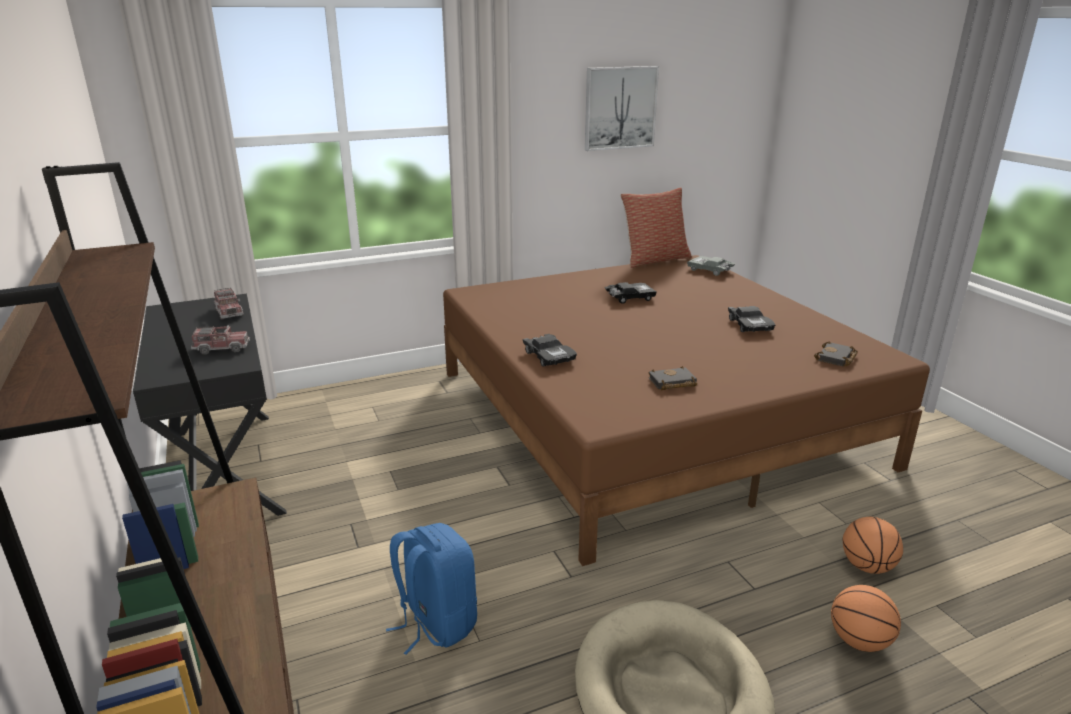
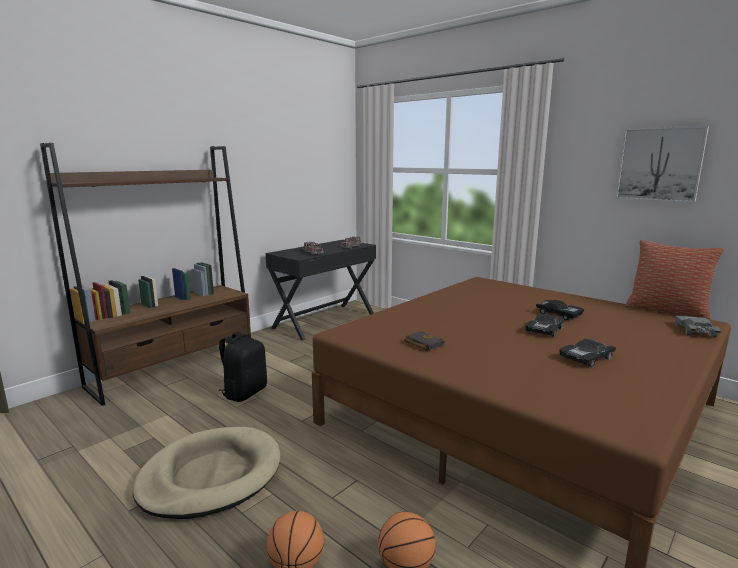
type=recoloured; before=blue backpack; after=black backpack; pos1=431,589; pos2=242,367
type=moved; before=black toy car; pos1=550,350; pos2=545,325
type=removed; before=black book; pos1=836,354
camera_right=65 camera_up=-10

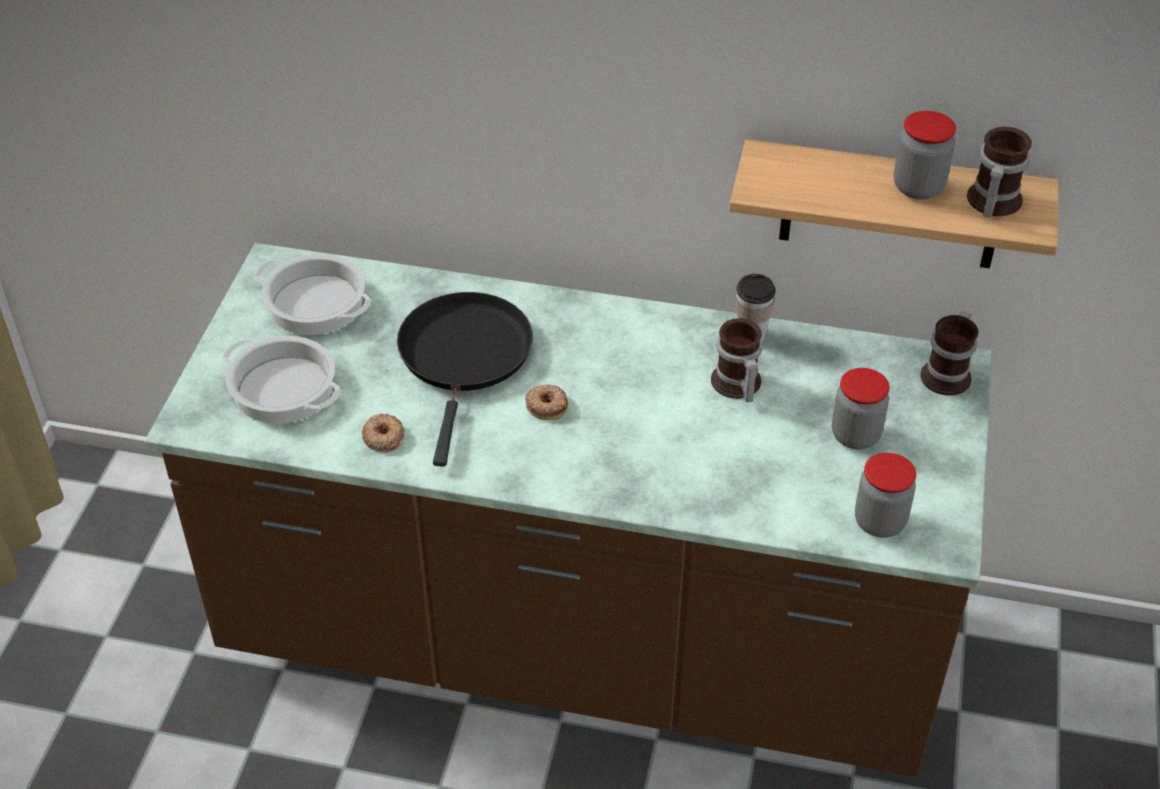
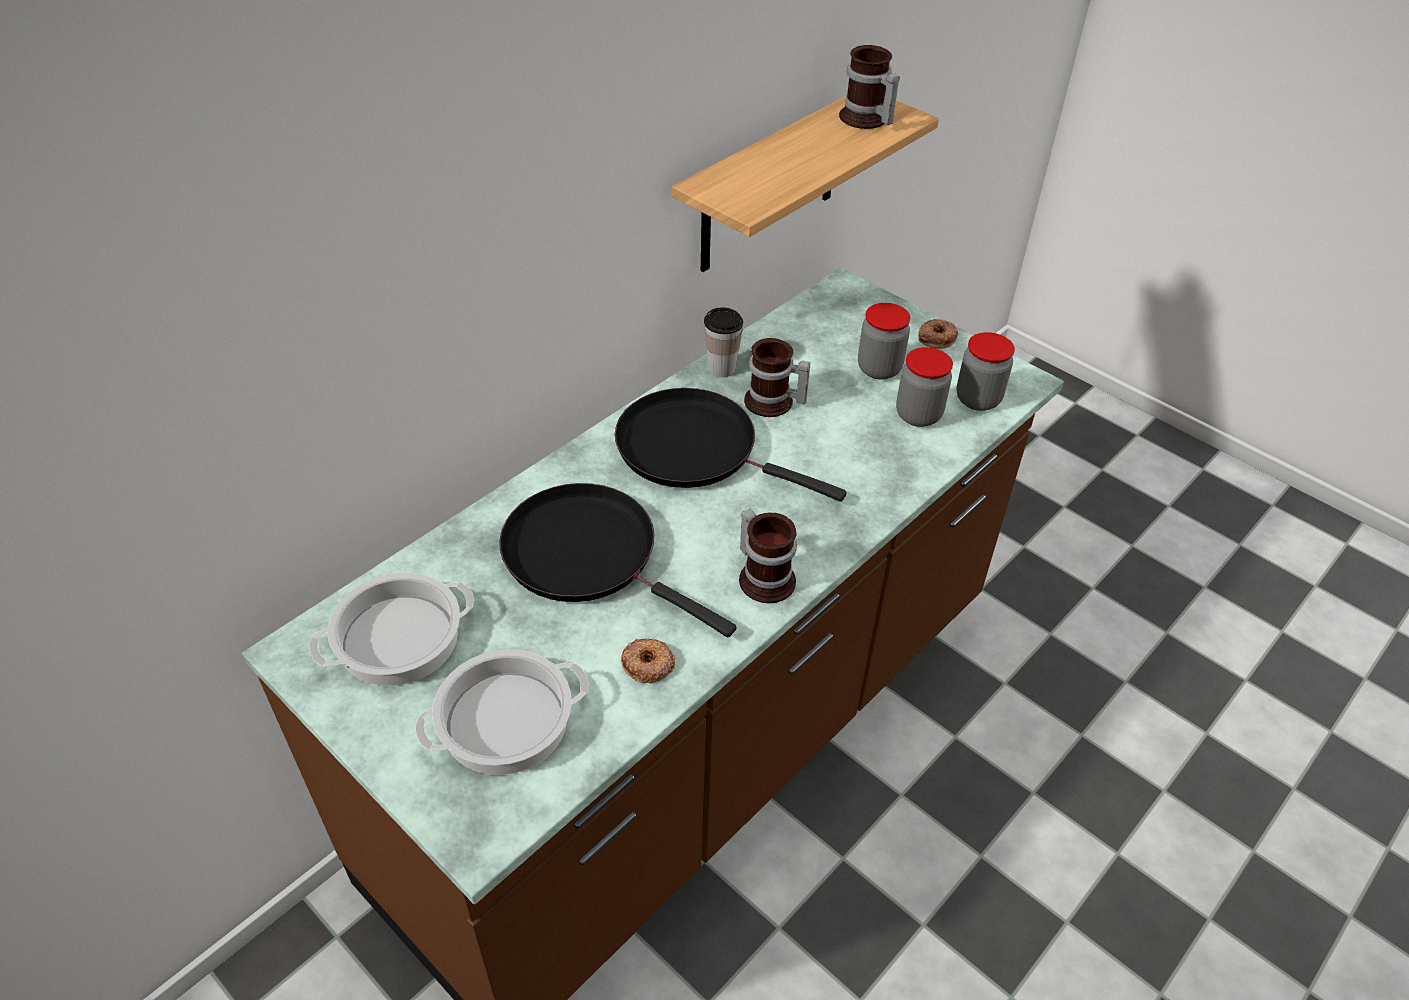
type=moved; before=donut; pos1=547,402; pos2=938,334
type=moved; before=jar; pos1=925,155; pos2=924,387
type=moved; before=mug; pos1=949,353; pos2=768,556
type=added; after=black frying pan; pos2=731,445
camera_right=-60 camera_up=0

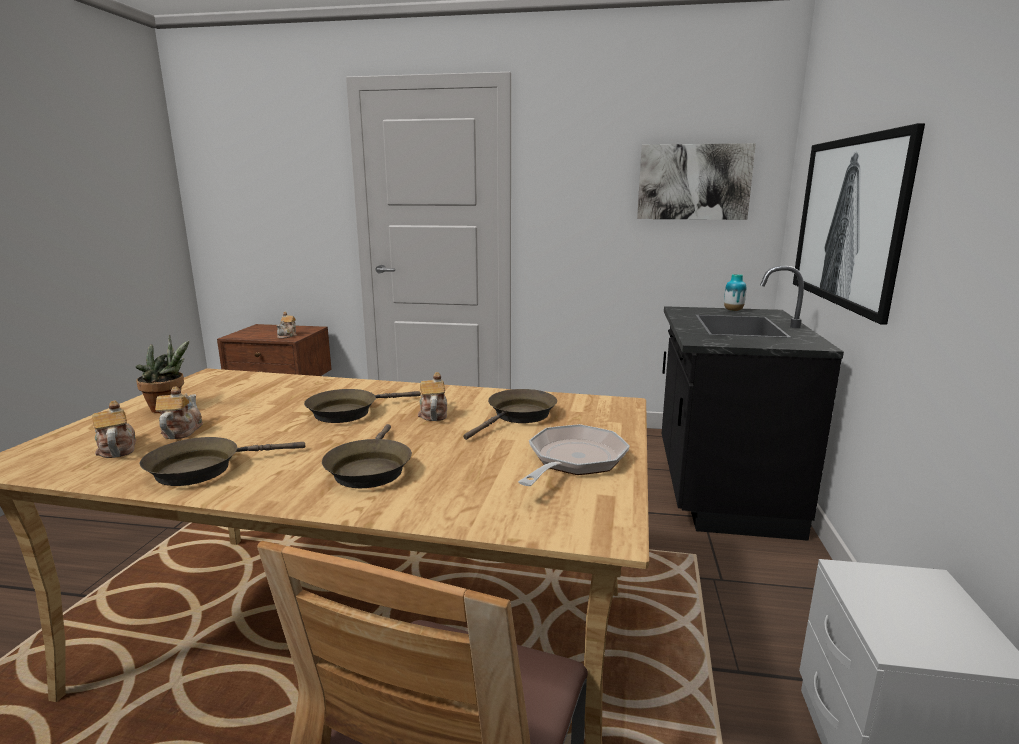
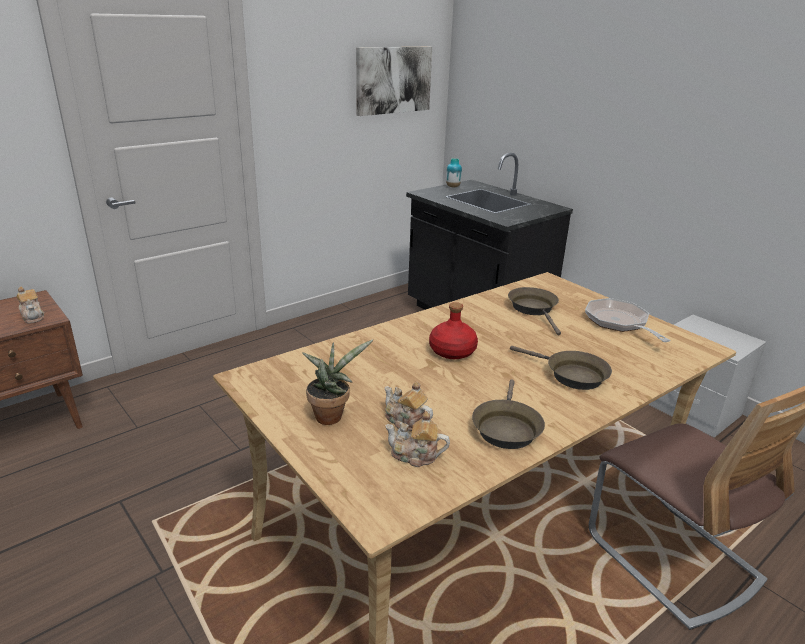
type=replaced; before=brown frying pan; after=red bottle; pos1=362,406; pos2=453,330
type=removed; before=teapot; pos1=432,396
type=removed; before=picture; pos1=859,224
camera_right=-50 camera_up=10

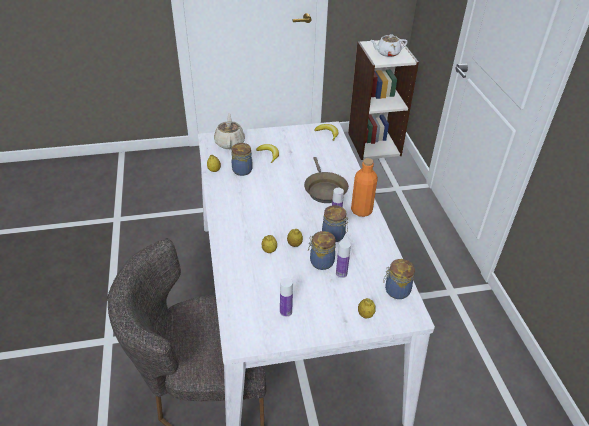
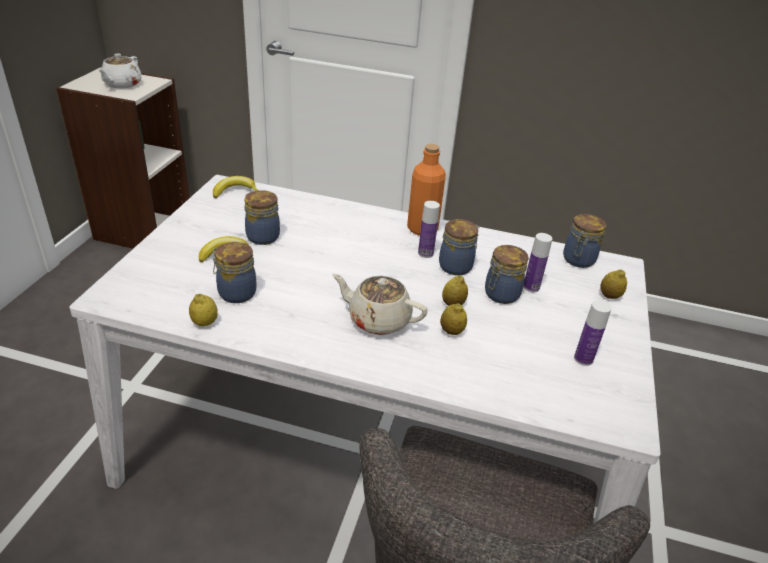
type=moved; before=beige teapot; pos1=229,131; pos2=380,304
type=removed; before=brown frying pan; pos1=326,180
type=added; after=jar; pos2=262,217
camera_right=-65 camera_up=-5

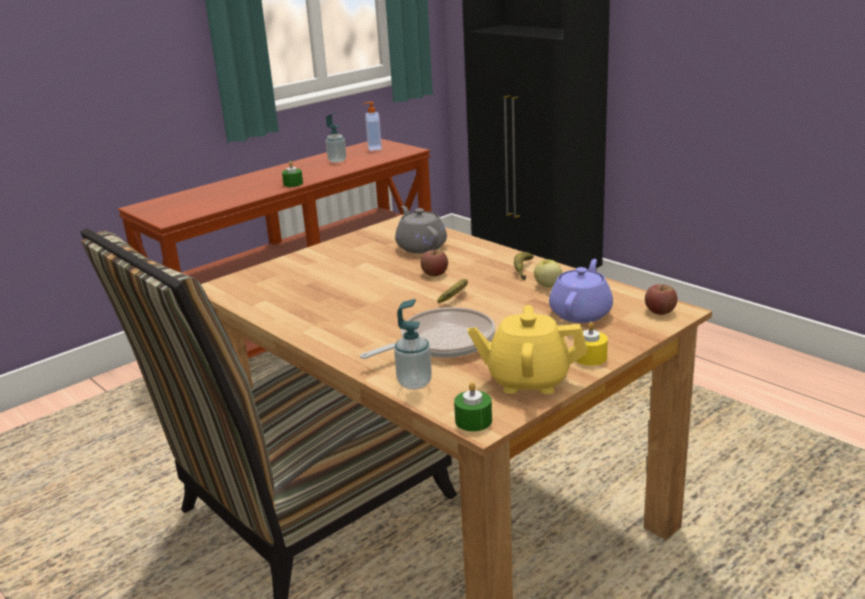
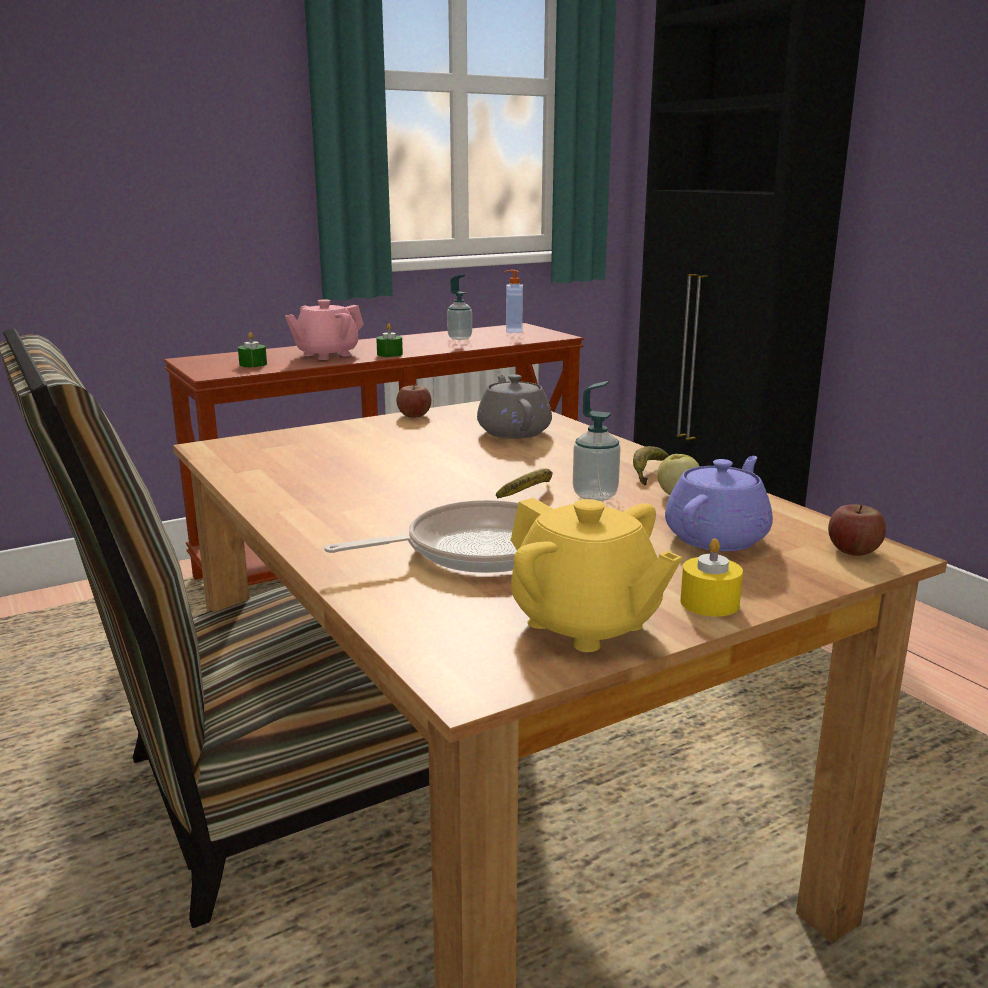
type=moved; before=soap dispenser; pos1=413,344; pos2=597,441
type=moved; before=apple; pos1=434,263; pos2=413,400
type=moved; before=green candle; pos1=473,406; pos2=252,349
type=turned; before=yellow teapot; pos1=527,349; pos2=596,575; turn=-150
type=added; after=pink teapot; pos2=324,329
camera_right=10 camera_up=-5

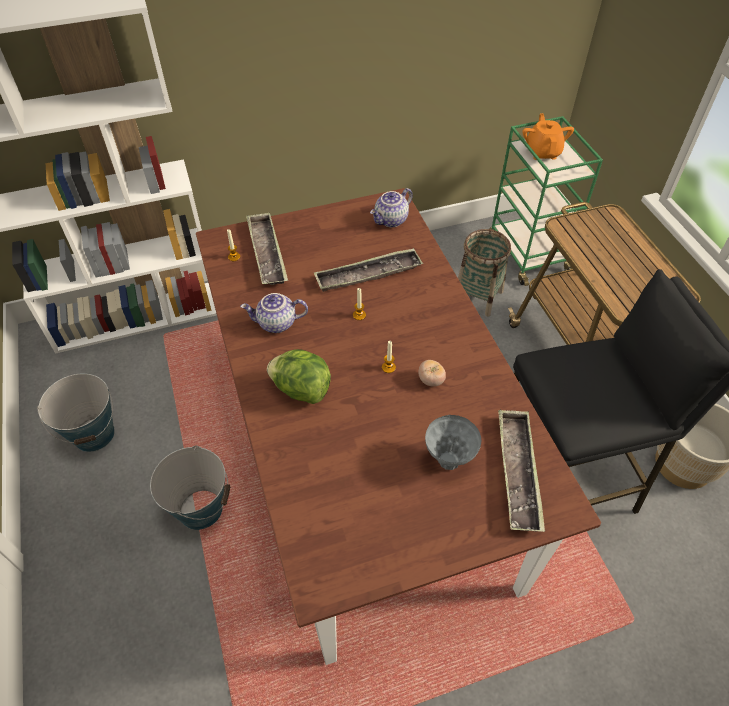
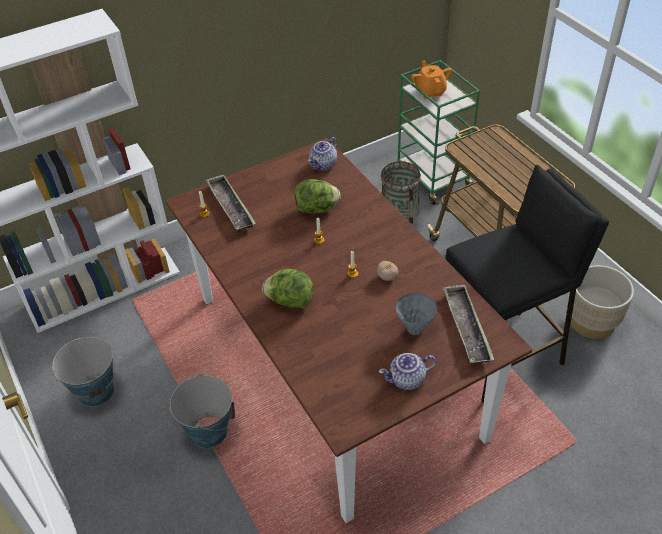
type=moved; before=teapot; pos1=274,313; pos2=407,371
type=replaced; before=tray; after=lettuce; pos1=368,270; pos2=317,196
camera_right=-10 camera_up=-5

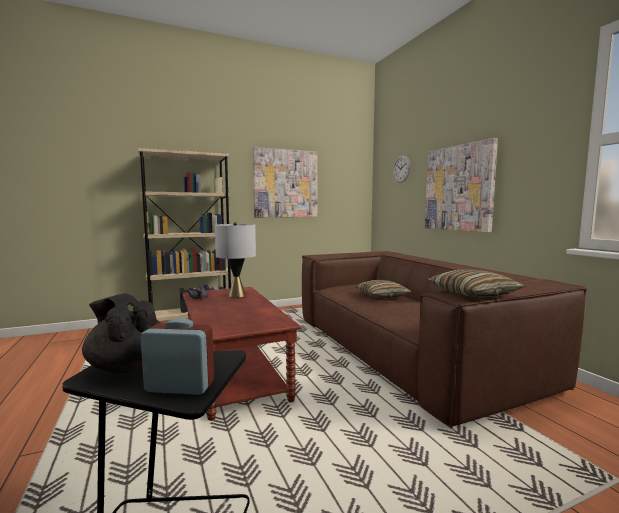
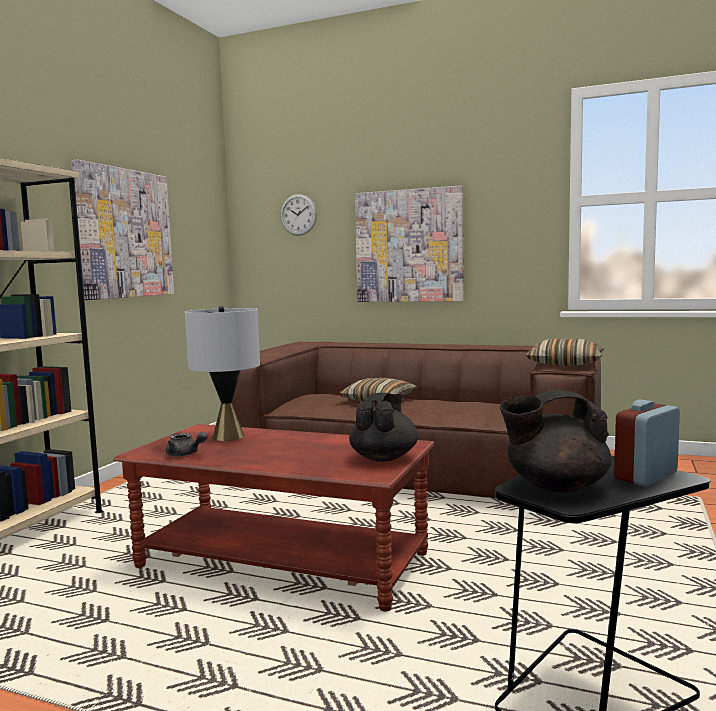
type=added; after=black teapot; pos2=383,427
camera_right=-45 camera_up=0

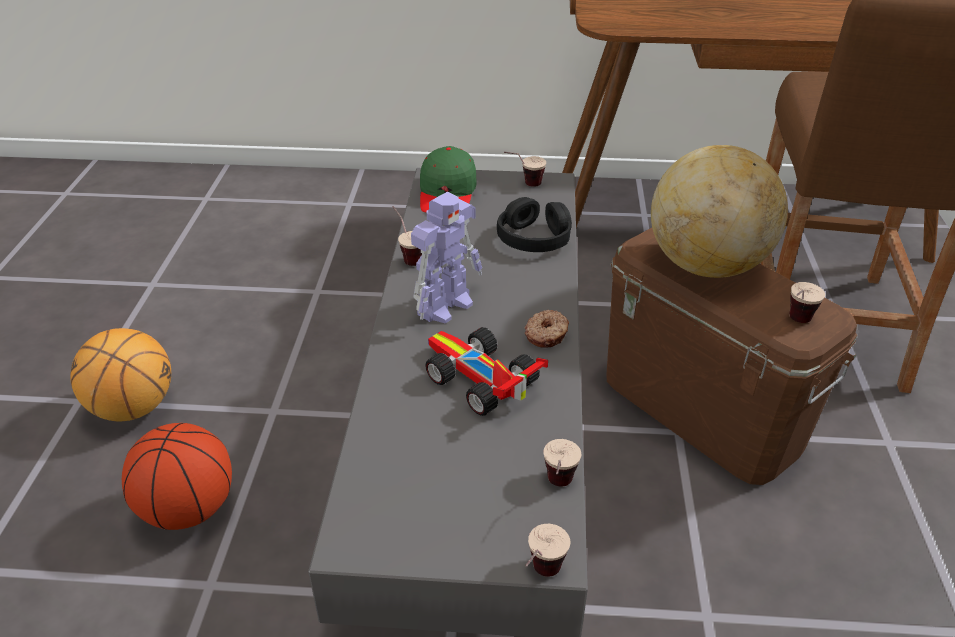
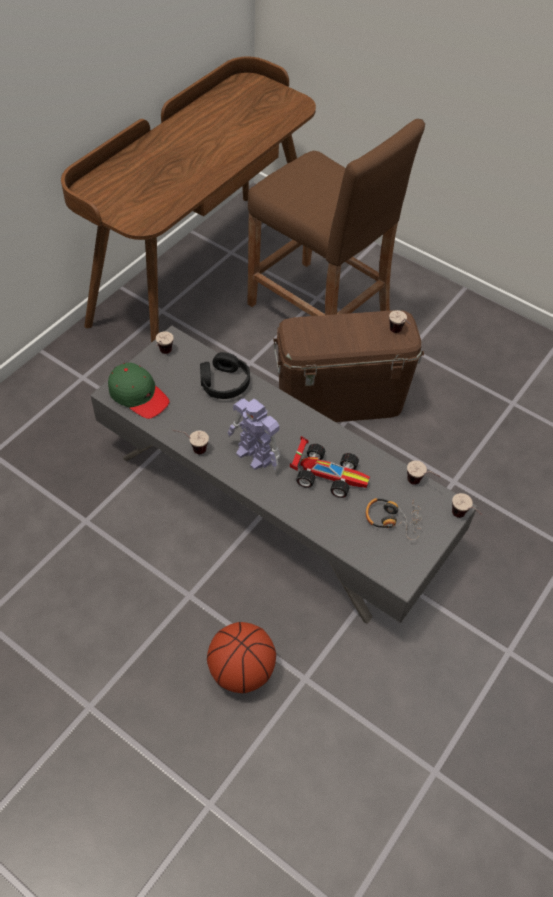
type=removed; before=basketball; pos1=120,375
type=turned; before=toy robot; pos1=446,258; pos2=254,434; turn=150
type=turned; before=toy car; pos1=487,371; pos2=330,467; turn=-150
type=removed; before=donut; pos1=547,329
type=removed; before=globe; pos1=719,211
type=added; after=headphones; pos2=394,519
camera_right=-60 camera_up=15

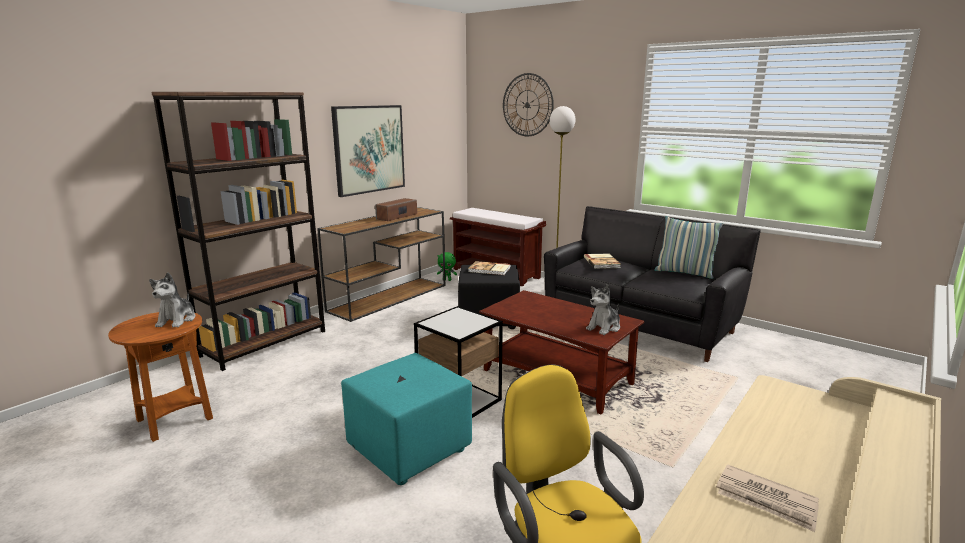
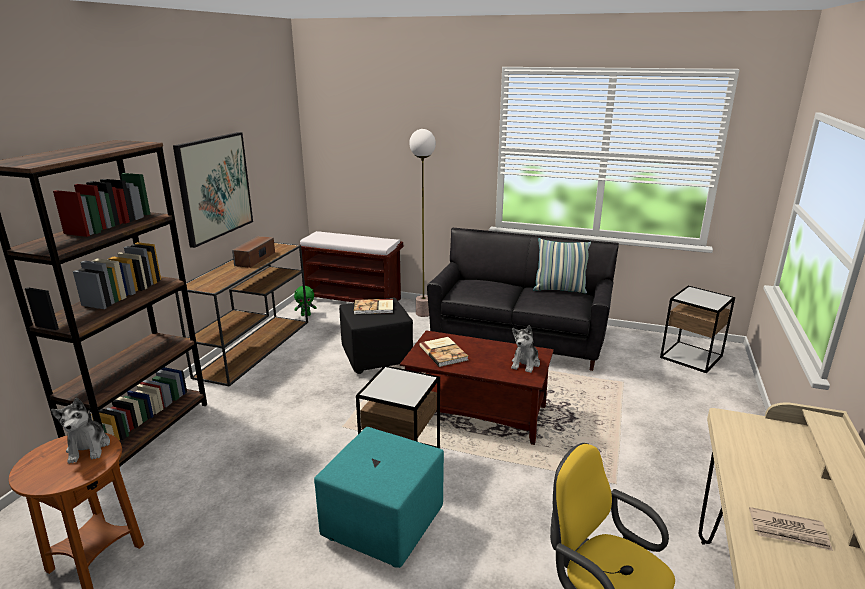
type=removed; before=wall clock; pos1=528,104
type=moved; before=book; pos1=602,261; pos2=443,352
type=added; after=side table; pos2=697,329
camera_right=-20 camera_up=5

